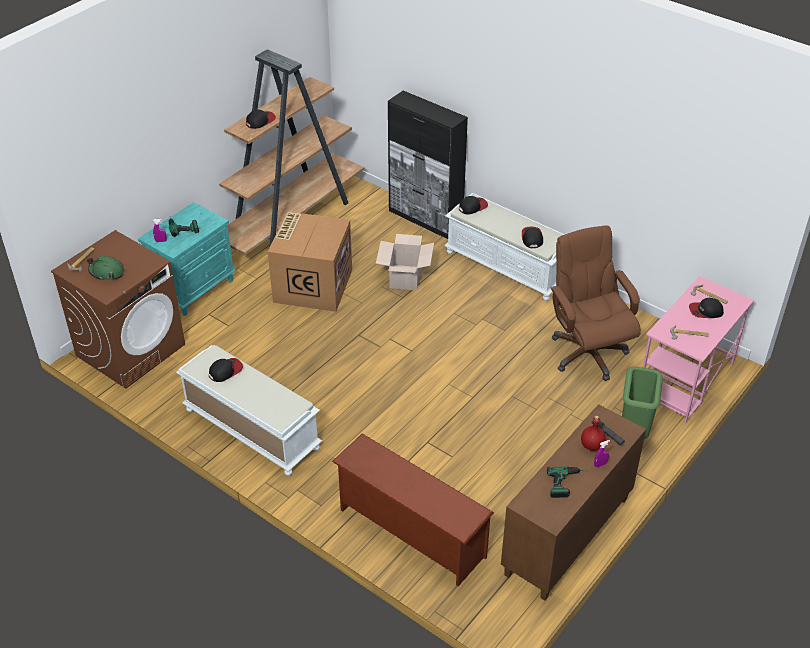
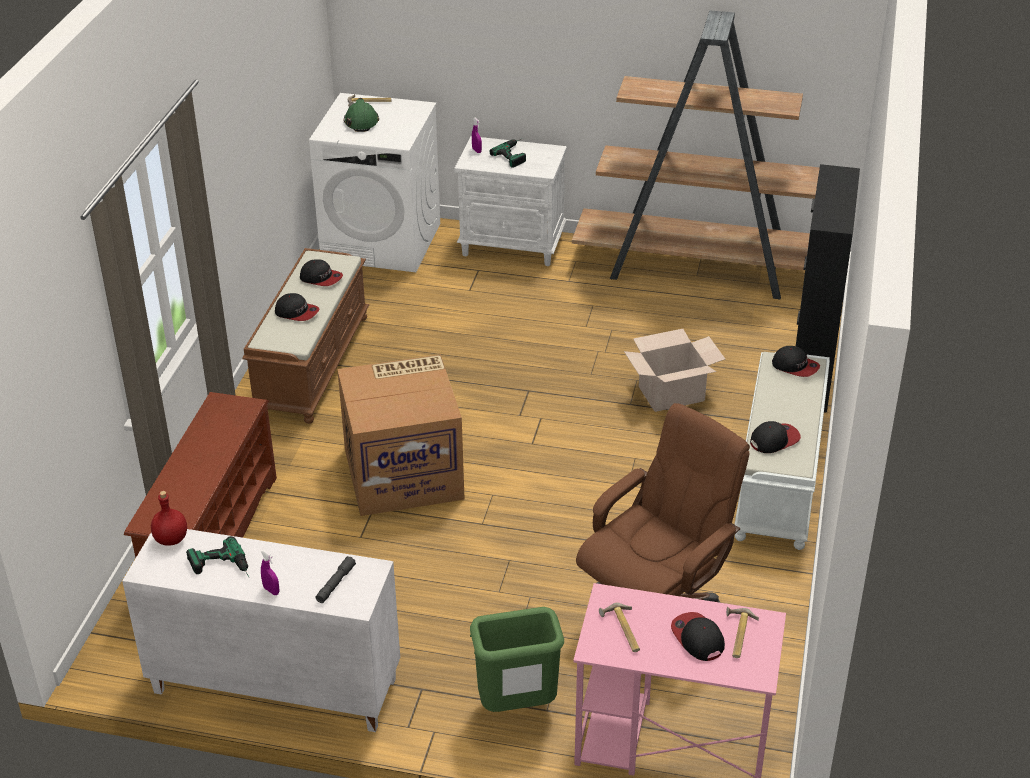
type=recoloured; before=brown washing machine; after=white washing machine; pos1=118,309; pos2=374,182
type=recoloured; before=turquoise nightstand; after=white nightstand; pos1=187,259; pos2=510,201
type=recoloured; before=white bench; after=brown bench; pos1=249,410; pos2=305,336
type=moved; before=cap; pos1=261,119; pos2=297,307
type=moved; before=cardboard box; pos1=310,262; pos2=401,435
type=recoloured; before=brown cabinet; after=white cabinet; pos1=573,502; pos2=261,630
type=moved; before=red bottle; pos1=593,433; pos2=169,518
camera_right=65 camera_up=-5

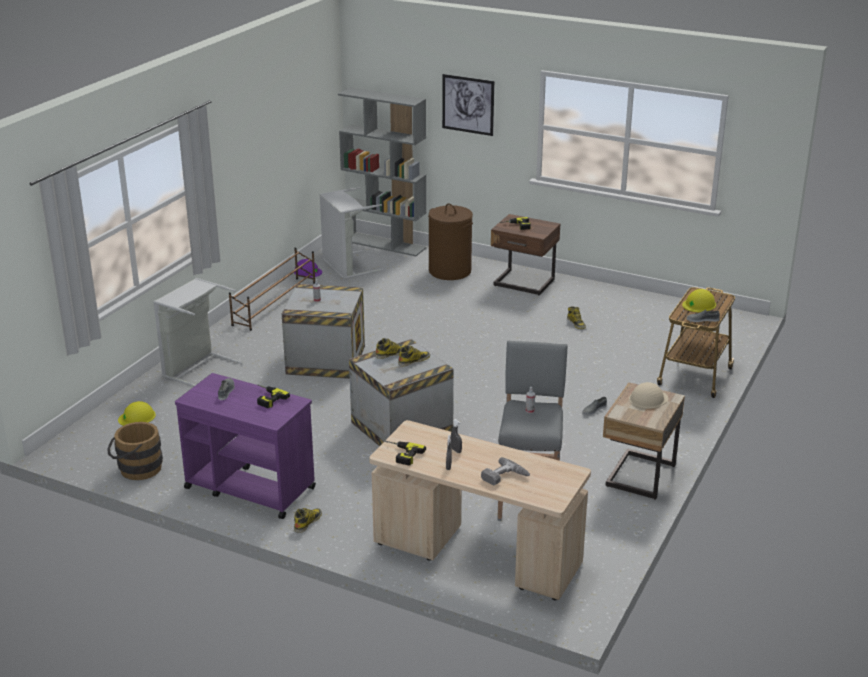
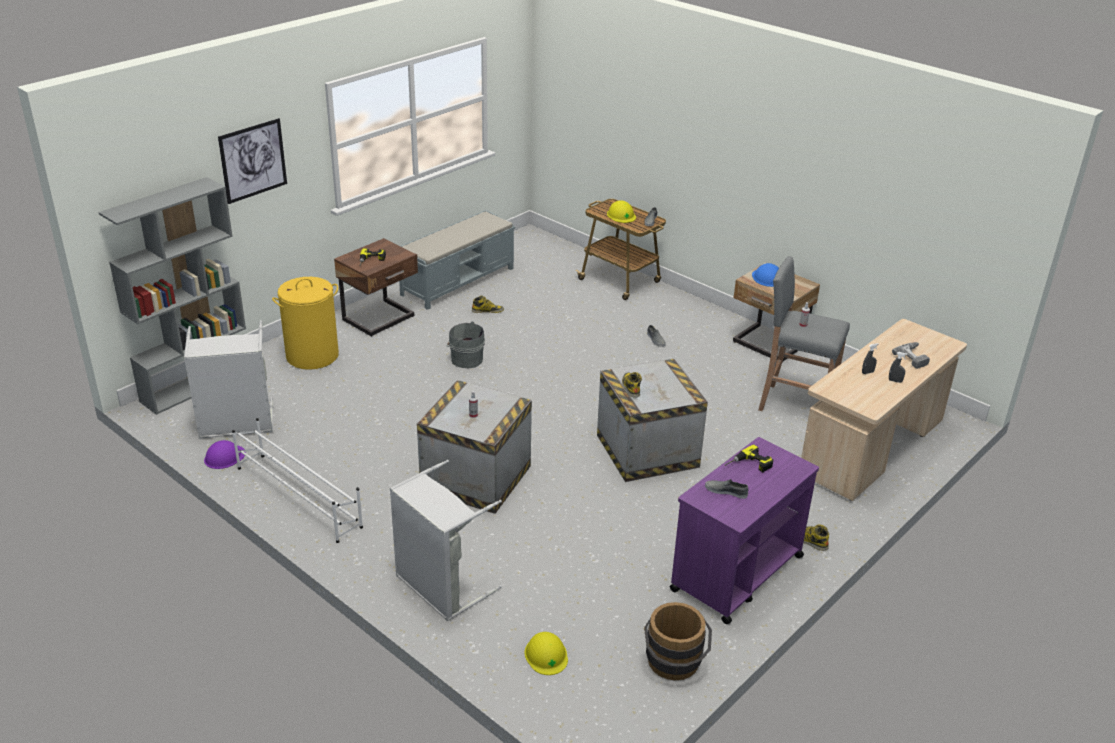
type=recoloured; before=brown shoe rack; after=white shoe rack; pos1=272,289; pos2=297,480
type=removed; before=power drill; pos1=405,453
type=removed; before=boot; pos1=414,355
type=recoloured; before=brown laundry basket; after=yellow laundry basket; pos1=450,242; pos2=305,323
type=recoloured; before=beige hard hat; after=blue hard hat; pos1=648,395; pos2=765,275
type=added; after=grey bench; pos2=457,260
type=added; after=grey bucket; pos2=466,344
camera_right=-75 camera_up=5

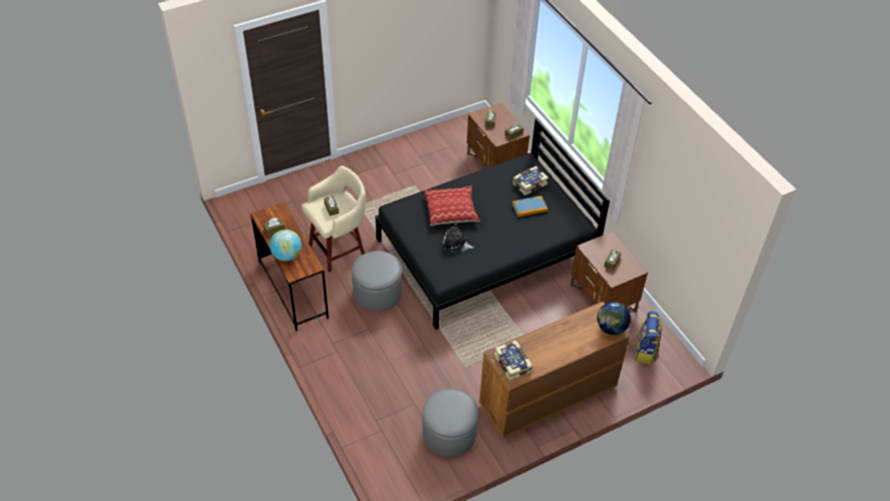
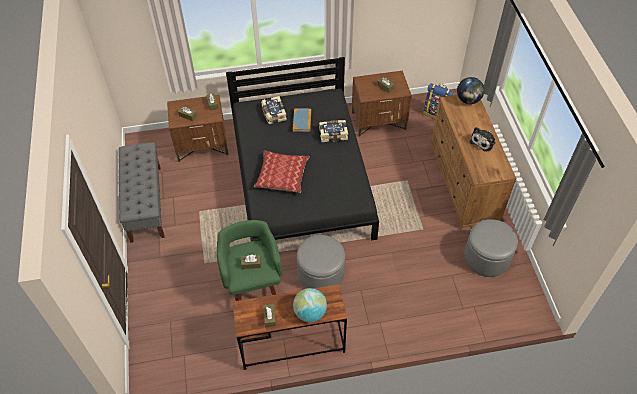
type=recoloured; before=beige stool; after=green stool; pos1=334,219; pos2=250,260
type=moved; before=plush toy; pos1=458,237; pos2=483,139
type=moved; before=book; pos1=513,360; pos2=333,131
type=added; after=grey bench; pos2=142,192
camera_right=-70 camera_up=5

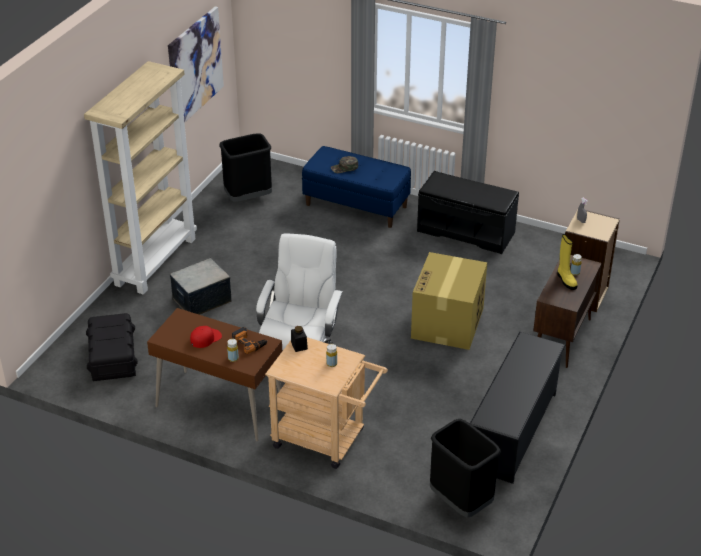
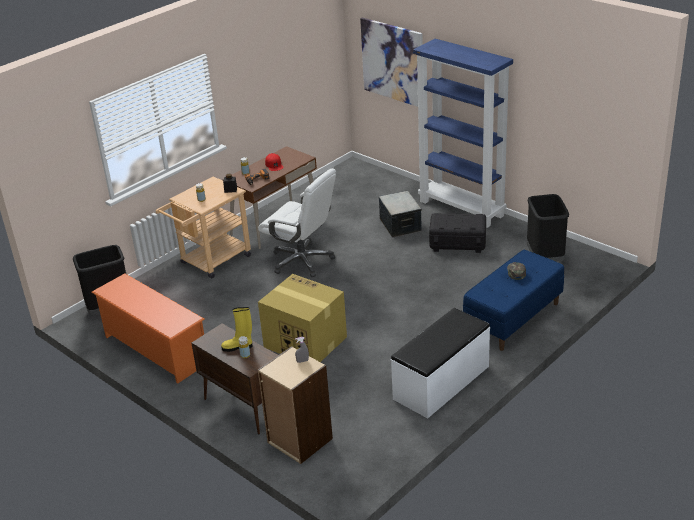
type=recoloured; before=beige bookcase; after=blue bookcase; pos1=140,178; pos2=463,133
type=moved; before=black storage box; pos1=112,347; pos2=457,233
type=moved; before=picture; pos1=196,64; pos2=391,62
type=recoloured; before=black bench; after=white bench; pos1=468,212; pos2=440,363
type=recoloured; before=black shoe rack; after=orange shoe rack; pos1=518,408; pos2=148,328
camera_right=110 camera_up=-5

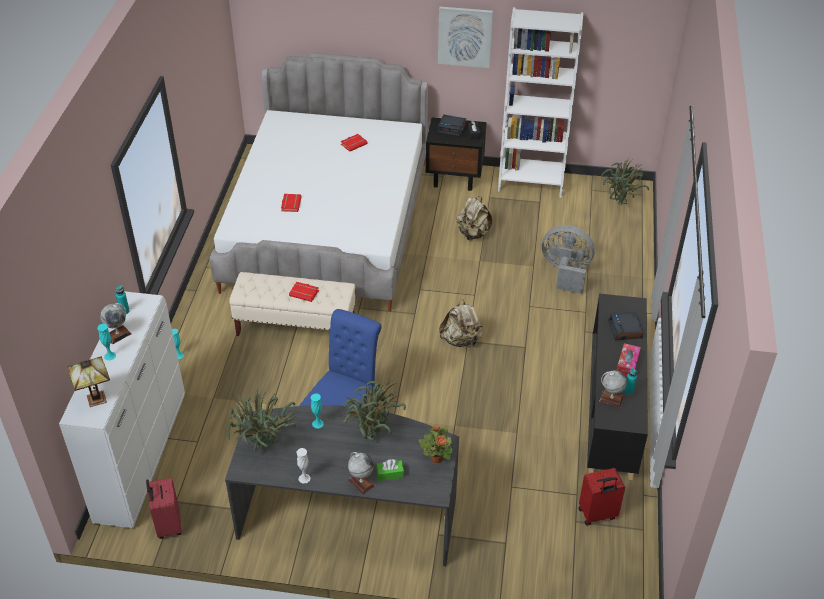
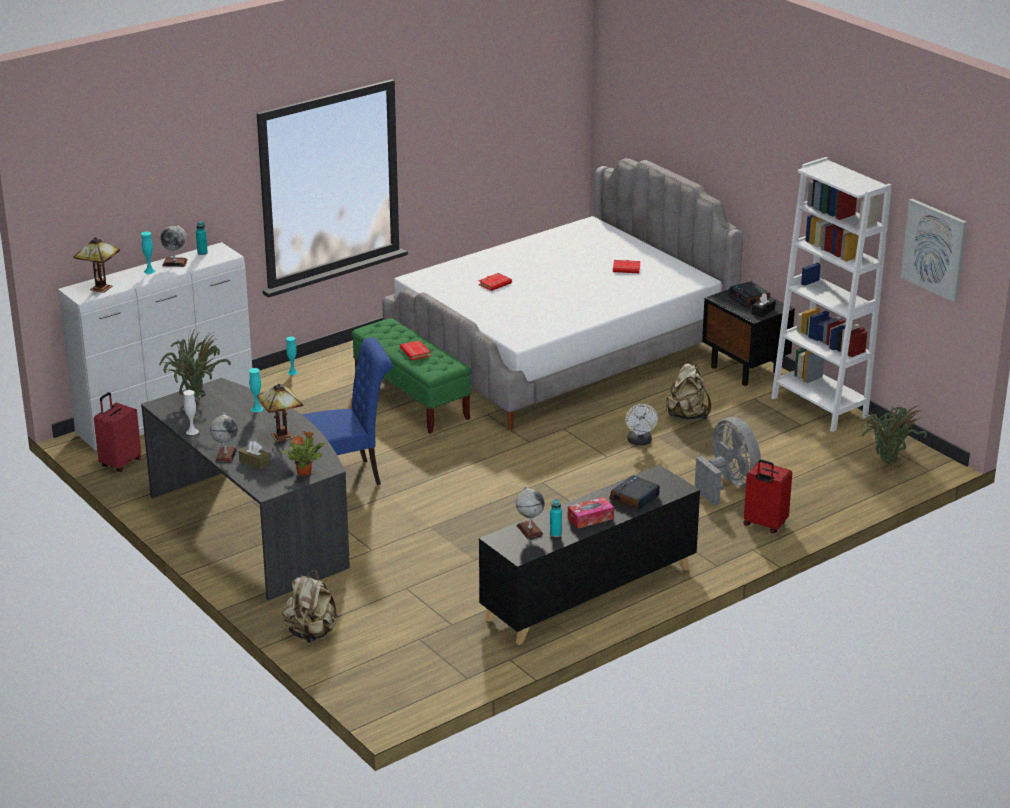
type=recoloured; before=beige bench; after=green bench; pos1=292,304; pos2=412,376
type=replaced; before=potted plant; after=table lamp; pos1=374,409; pos2=280,413
type=recoloured; before=green tissue box; after=brown tissue box; pos1=390,470; pos2=254,455
type=moved; before=picture; pos1=465,37; pos2=934,250
type=moved; before=beige backpack; pos1=461,323; pos2=309,607
type=moved; before=red suitcase; pos1=601,497; pos2=768,496
type=added; after=white fan; pos2=641,424
camera_right=45 camera_up=-15

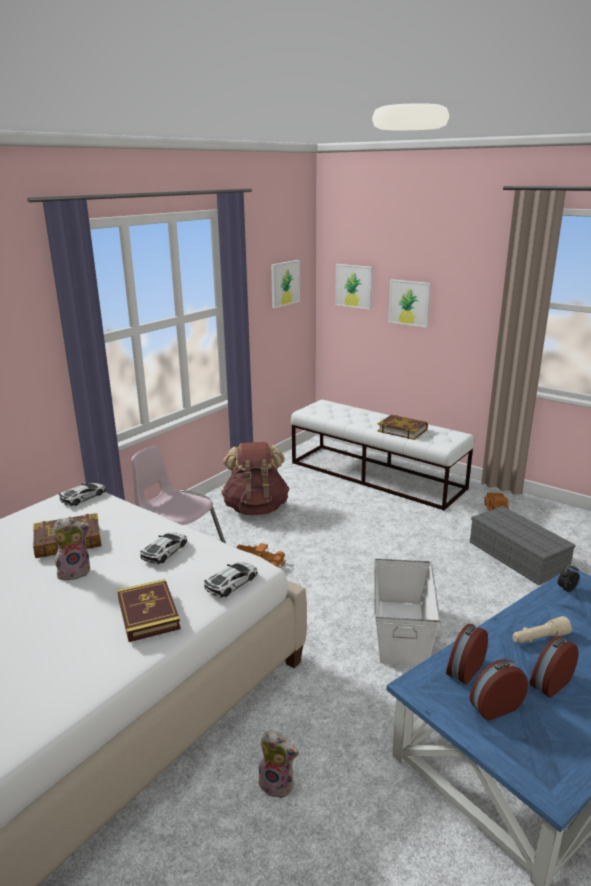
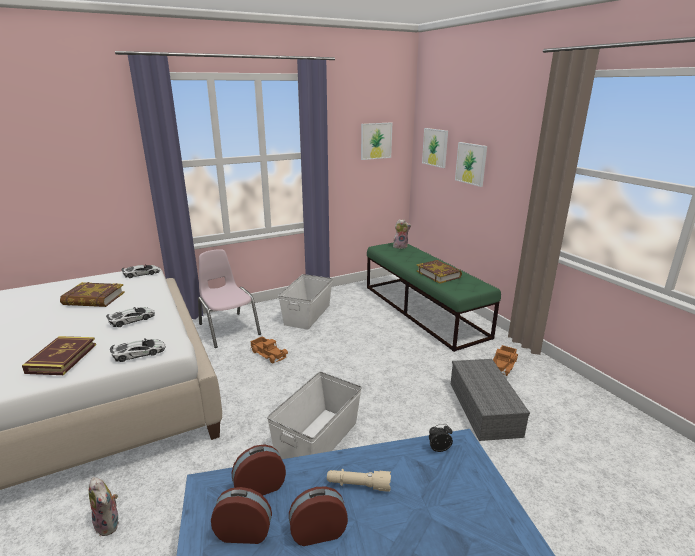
type=moved; before=plush toy; pos1=71,549; pos2=402,234
type=replaced; before=brown backpack; after=white storage box; pos1=255,478; pos2=305,302
type=recoloured; before=white bench; after=green bench; pos1=382,455; pos2=434,297
camera_right=25 camera_up=0

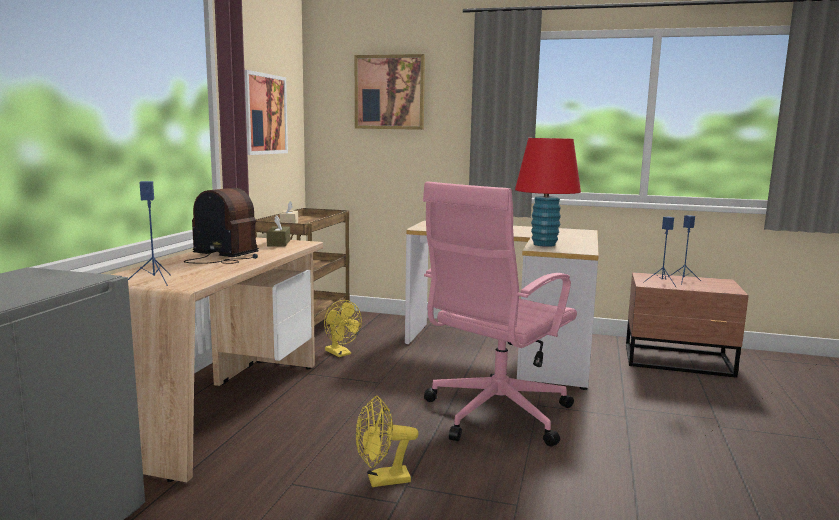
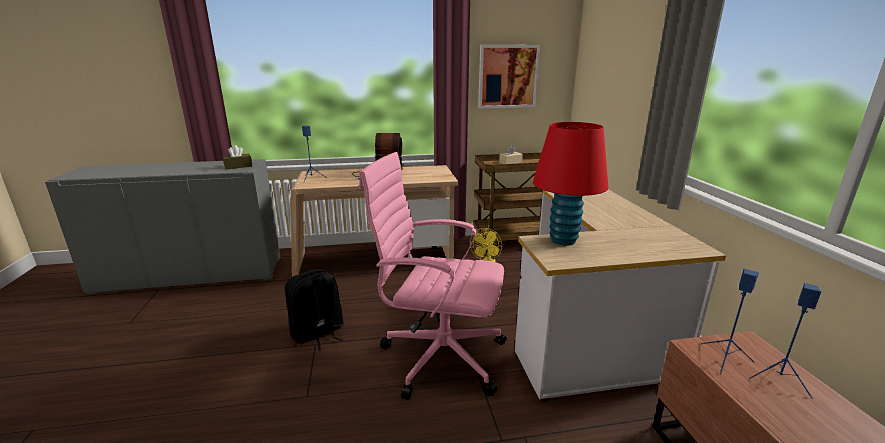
type=moved; before=brown tissue box; pos1=278,231; pos2=237,157
type=removed; before=picture; pos1=390,92
type=replaced; before=yellow fan; after=black backpack; pos1=387,441; pos2=314,310
camera_right=65 camera_up=10

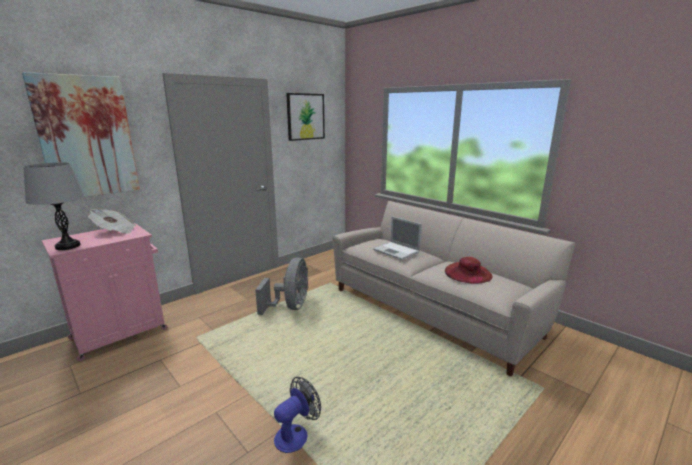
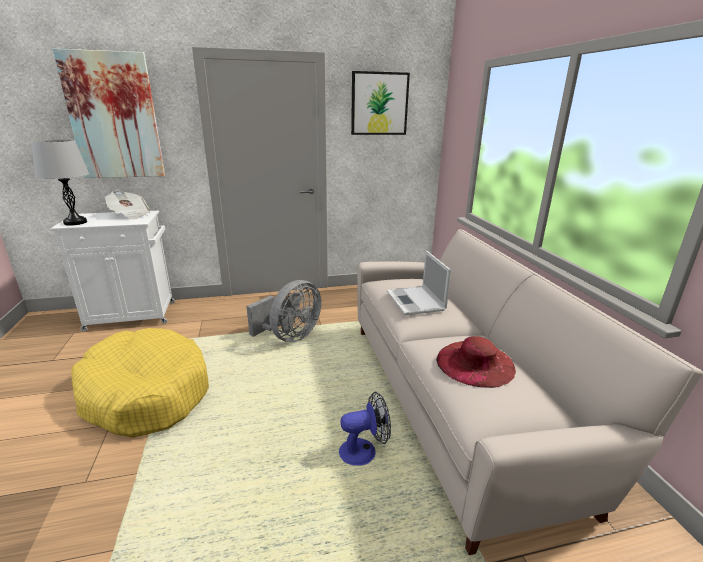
type=recoloured; before=pink cabinet; after=white cabinet; pos1=104,292; pos2=112,271
type=moved; before=fan; pos1=297,415; pos2=365,429
type=added; after=yellow dog bed; pos2=140,383
camera_right=30 camera_up=5

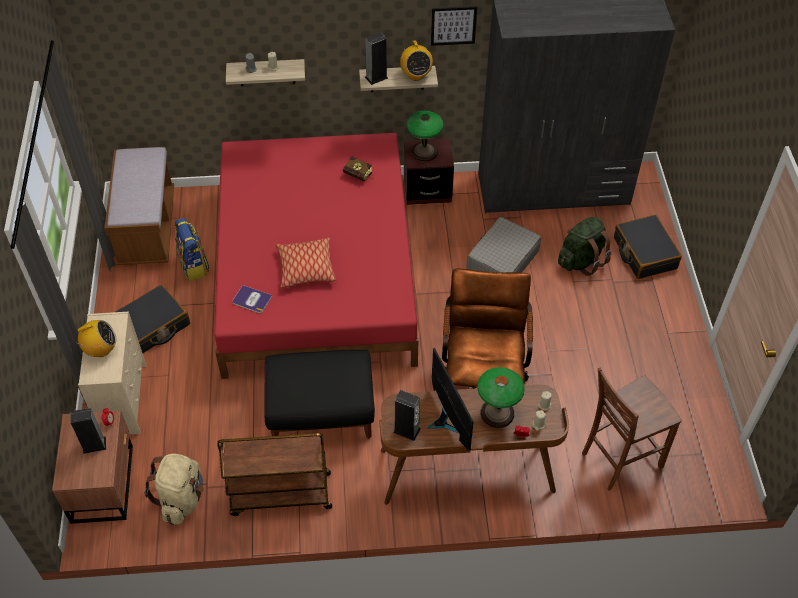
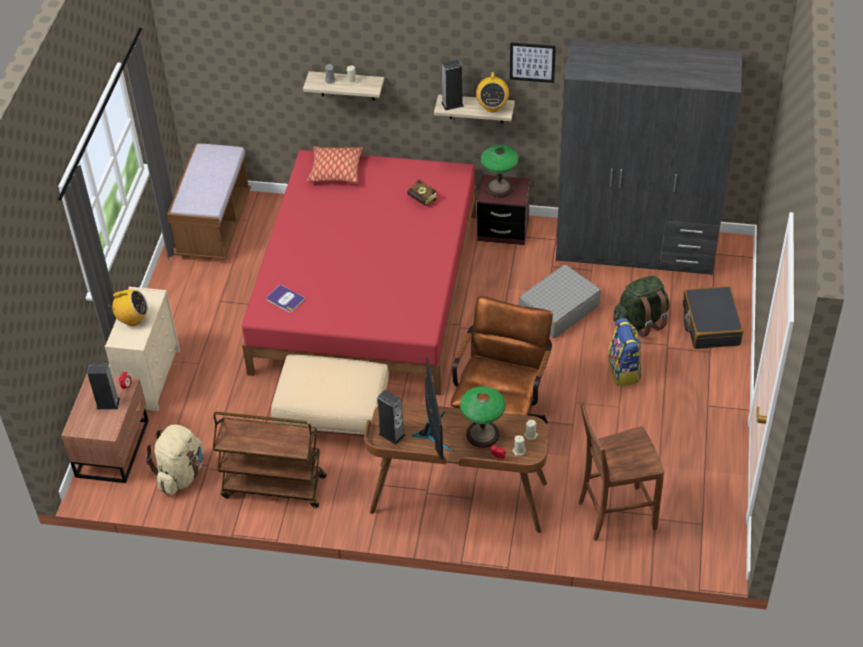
type=removed; before=black suitcase; pos1=152,318
type=moved; before=backpack; pos1=192,249; pos2=625,352
type=recoloured; before=black ottoman; after=beige ottoman; pos1=320,394; pos2=330,396
type=moved; before=pillow; pos1=306,263; pos2=335,164
camera_right=15 camera_up=-5

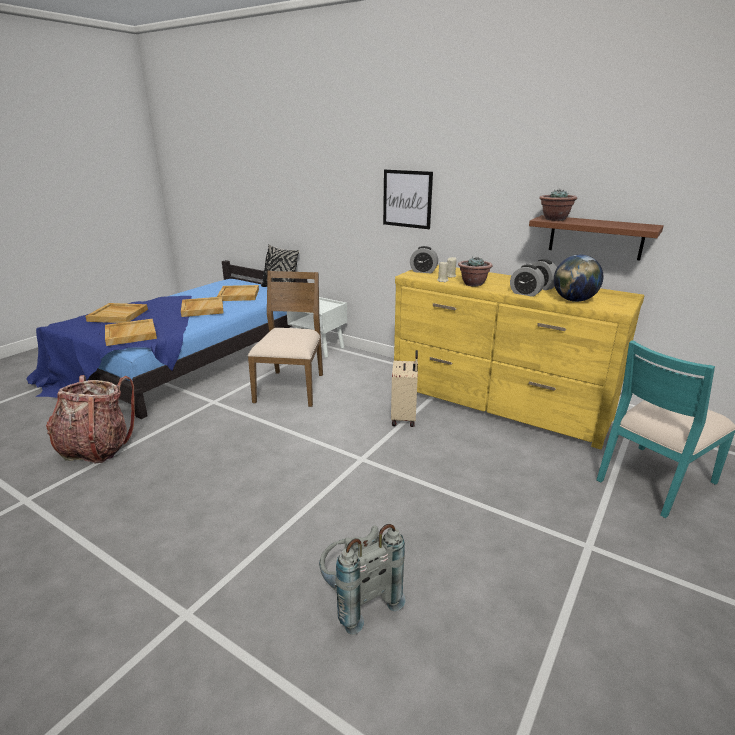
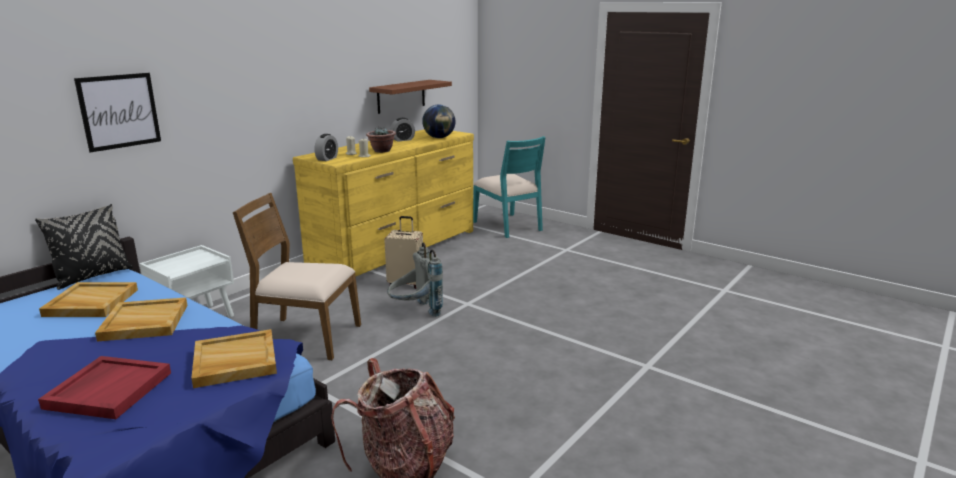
type=recoloured; before=beige tray; after=red tray; pos1=116,313; pos2=104,387
type=moved; before=grey backpack; pos1=362,579; pos2=415,279
type=moved; before=picture; pos1=408,199; pos2=117,113
type=removed; before=alarm clock; pos1=527,281
type=removed; before=potted plant; pos1=558,205
camera_right=-85 camera_up=-5

